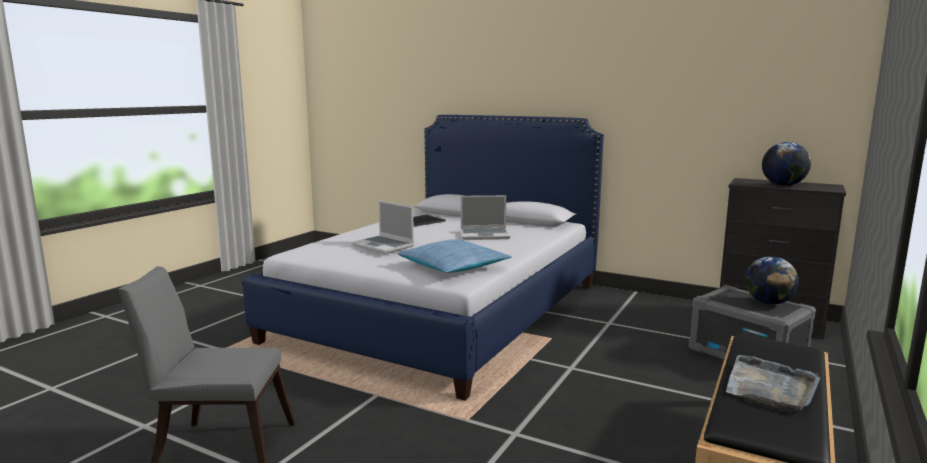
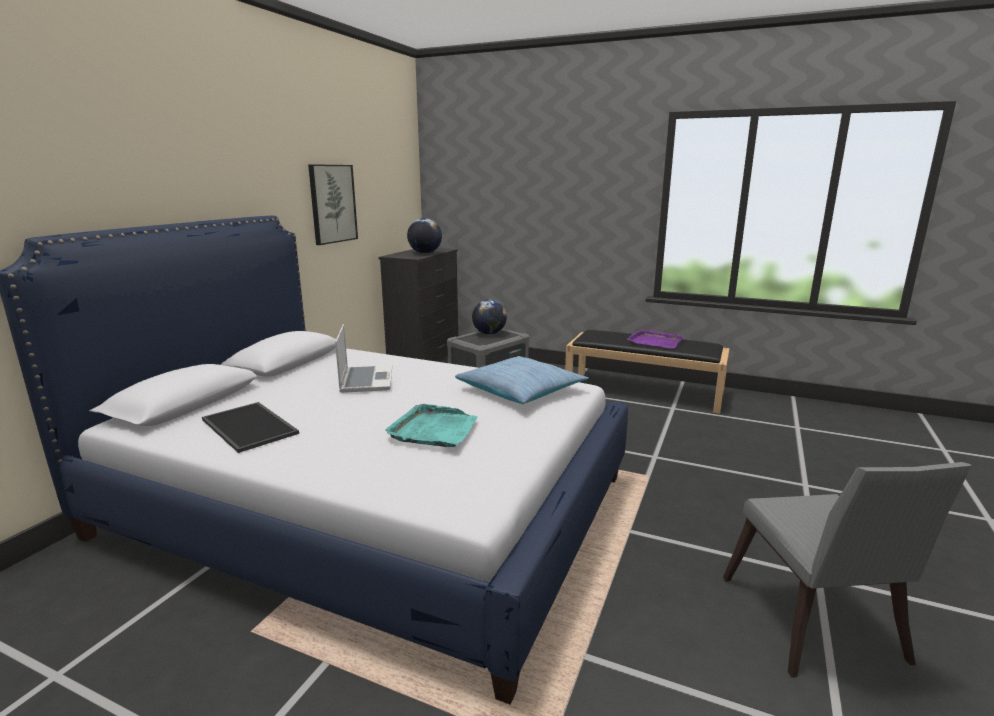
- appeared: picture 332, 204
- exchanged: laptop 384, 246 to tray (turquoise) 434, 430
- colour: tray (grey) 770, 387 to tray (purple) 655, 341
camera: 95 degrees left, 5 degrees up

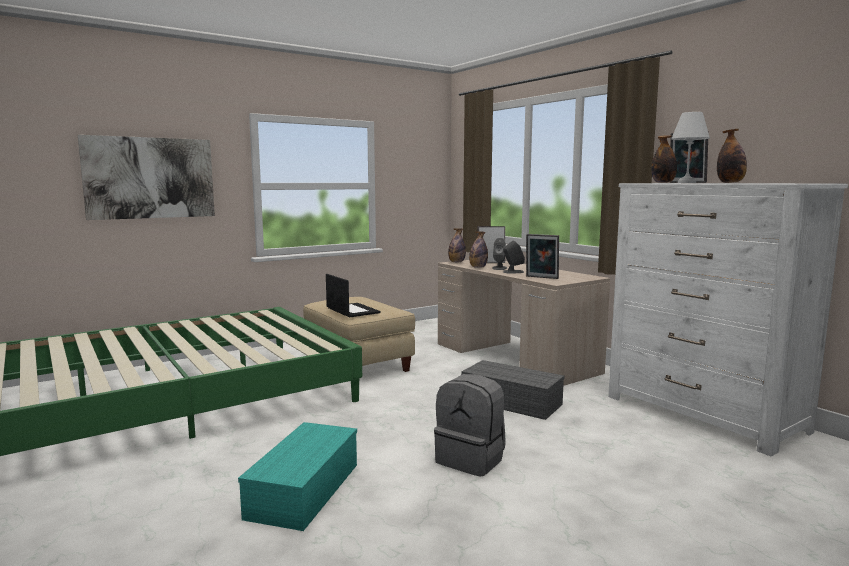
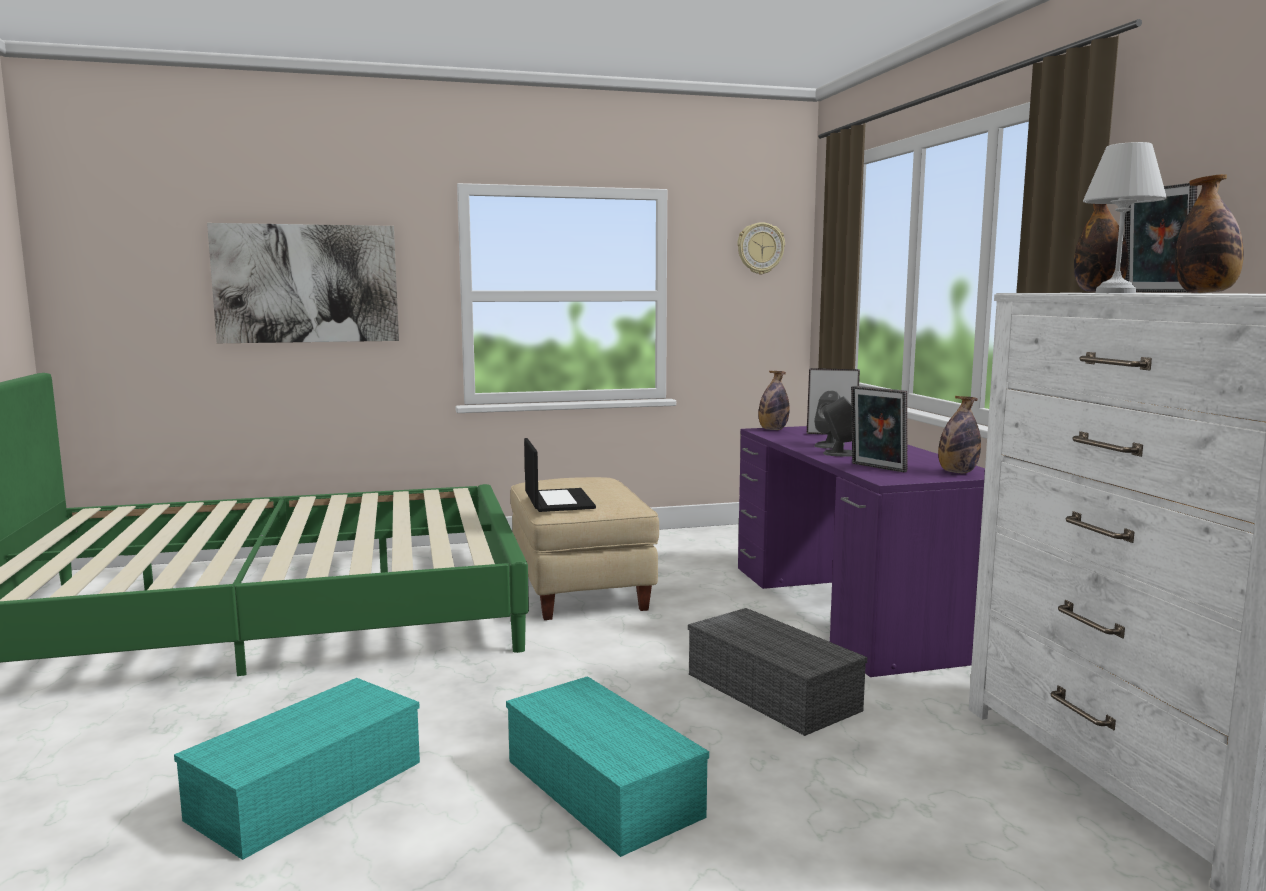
- appeared: wall clock 760, 248
- relocated: bottle 478, 267 to 957, 472
- exchanged: backpack (grey) 471, 459 to storage box (turquoise) 606, 788
- colour: desk (beige) 514, 358 to desk (purple) 850, 609
camera: 20 degrees right, 0 degrees up

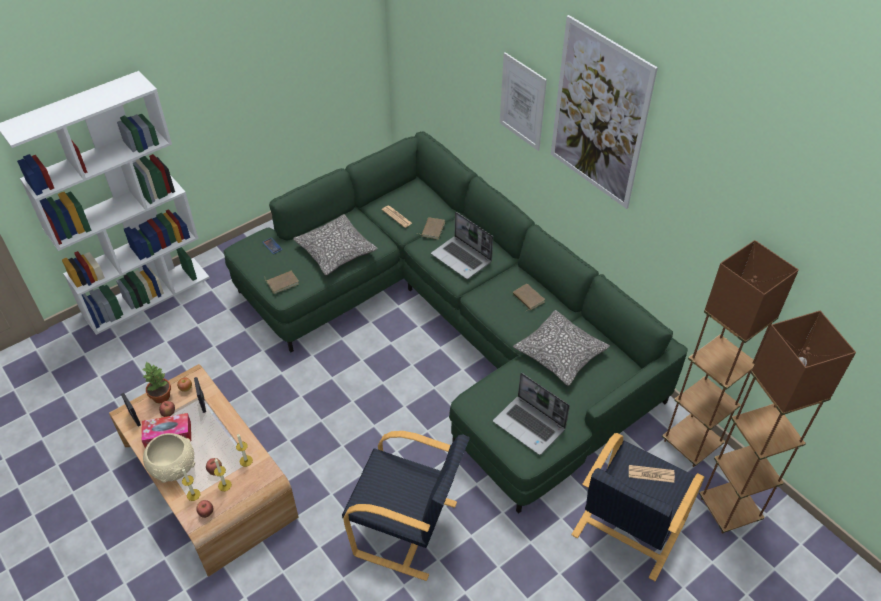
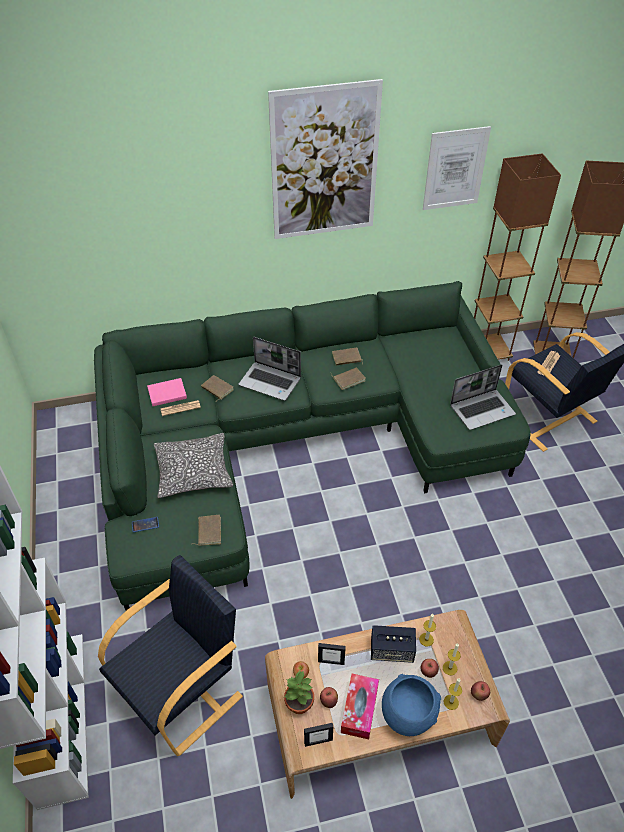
- missing: pillow 560, 354
- appeared: book (pink) 166, 393
- appeared: book (brown) 348, 379
- appeared: speaker 391, 650
- relocated: armchair (black) 408, 530 to 182, 690
- relocated: picture 522, 102 to 455, 169
- colour: bowl (beige) 174, 467 to bowl (blue) 408, 713
- spun: laptop 462, 258 = 271, 382 45 degrees clockwise
camera: 65 degrees left, 0 degrees up

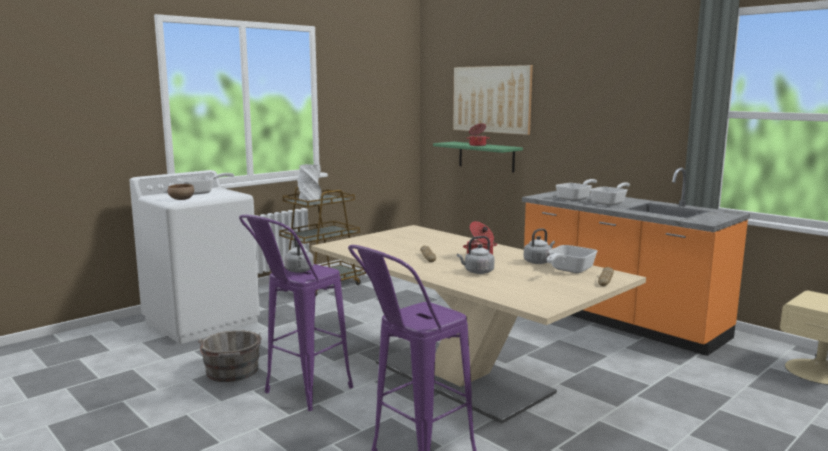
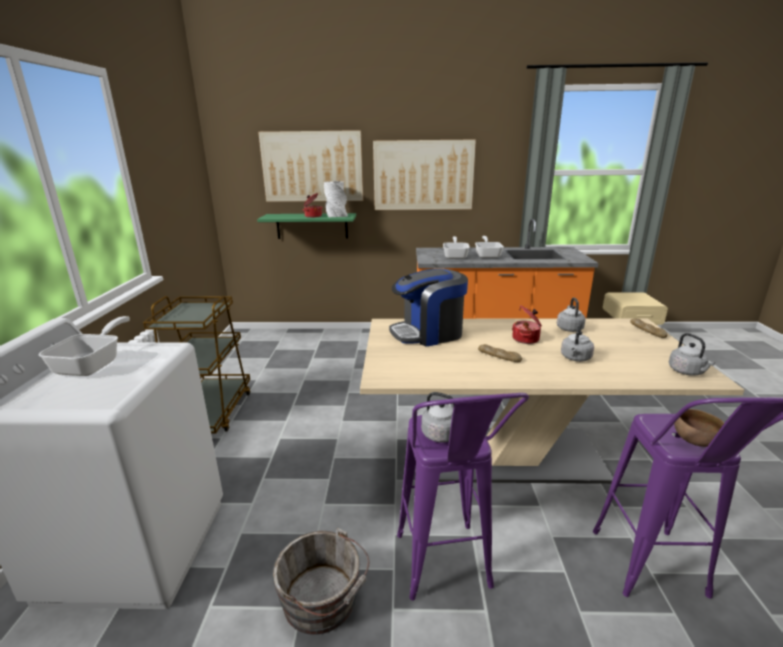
- missing: frying pan 568, 270
- appeared: picture 423, 175
- appeared: coffee machine 428, 333
- appeared: kettle (grey) 687, 372
- relocated: bowl (brown) 181, 199 to 696, 441
- relocated: vase (grey) 309, 200 to 336, 216
camera: 45 degrees left, 10 degrees up

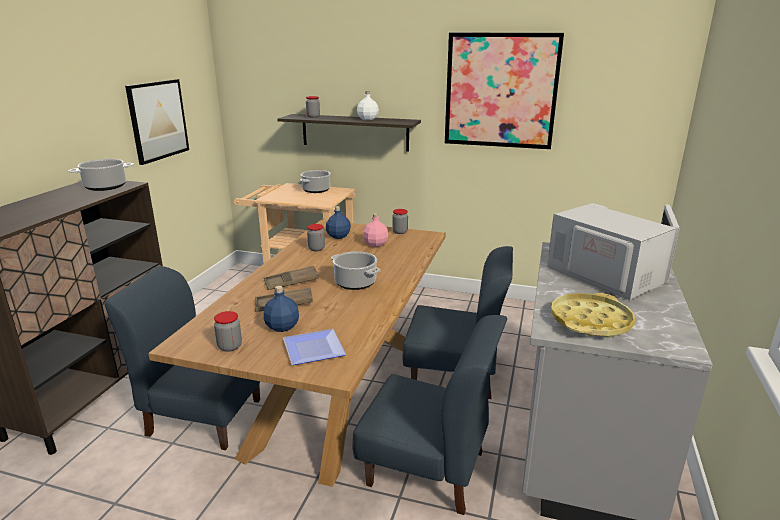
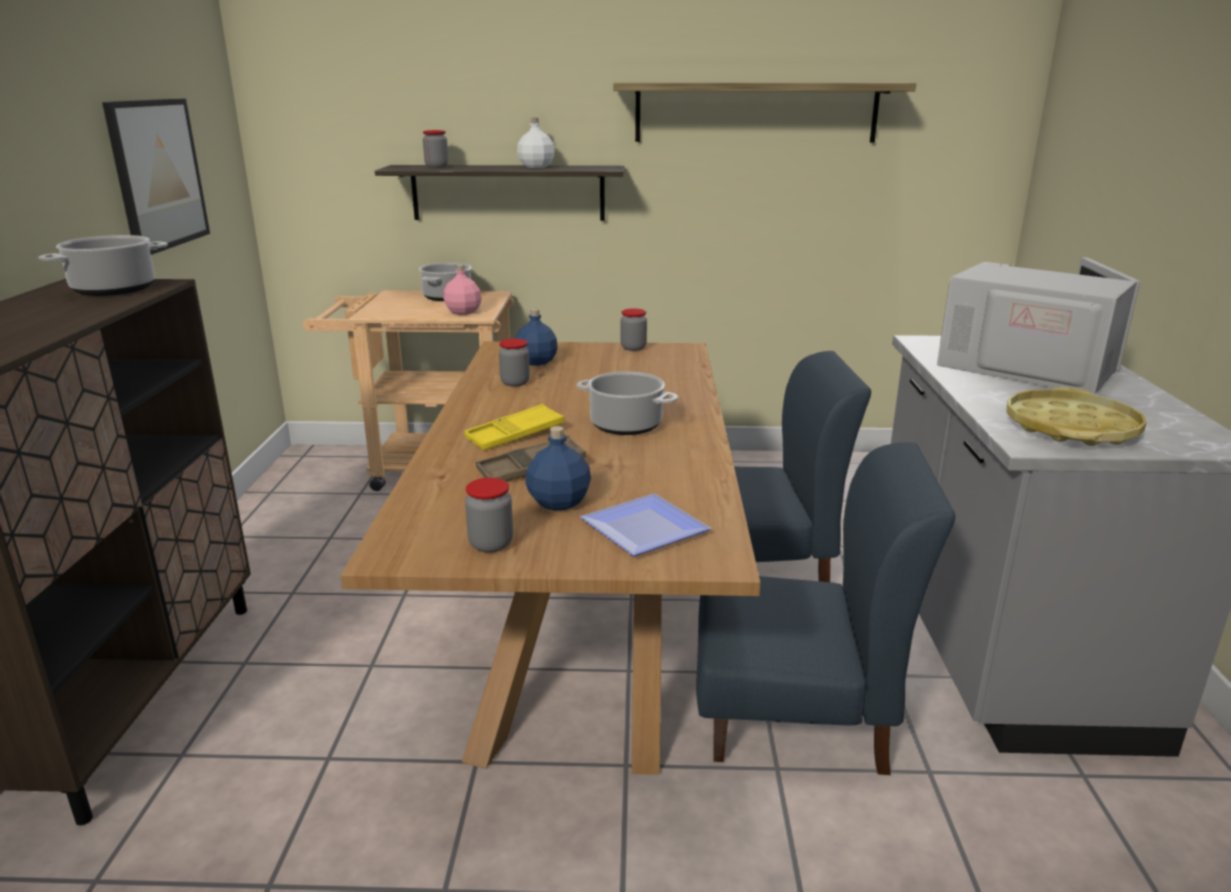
- missing: chair (blue) 204, 416
- relocated: bottle (pink) 375, 244 to 463, 312
- exchanged: picture 501, 91 to shelf 756, 112
- colour: tray (brown) 291, 282 to tray (yellow) 515, 434
camera: 15 degrees left, 0 degrees up

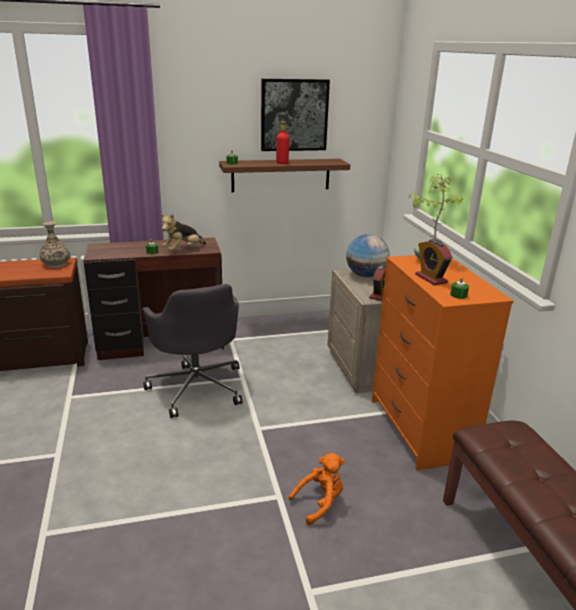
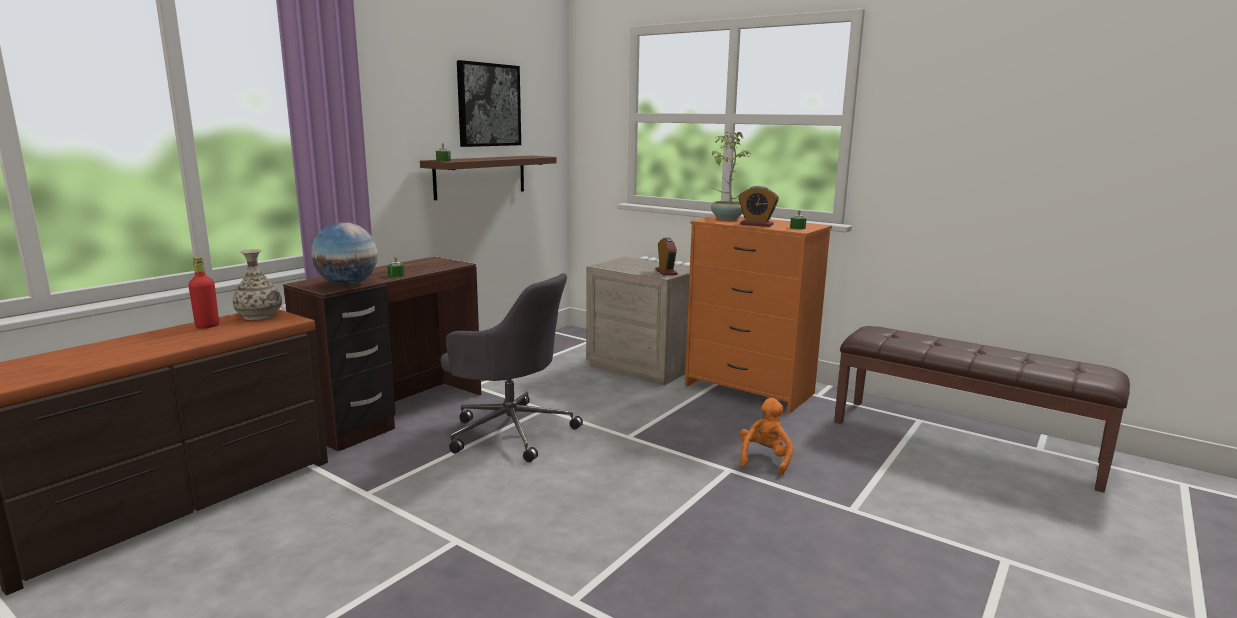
- missing: plush toy 183, 250
- relocated: bottle (red) 282, 163 to 207, 326
- relocated: globe 365, 275 to 347, 284
camera: 40 degrees left, 10 degrees down

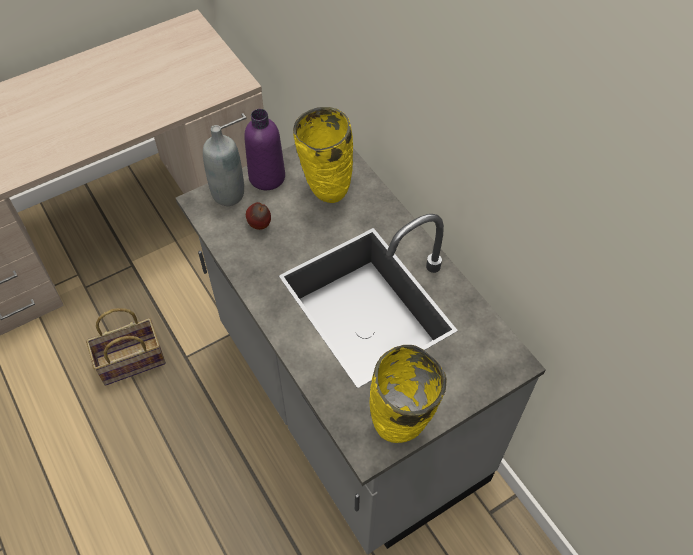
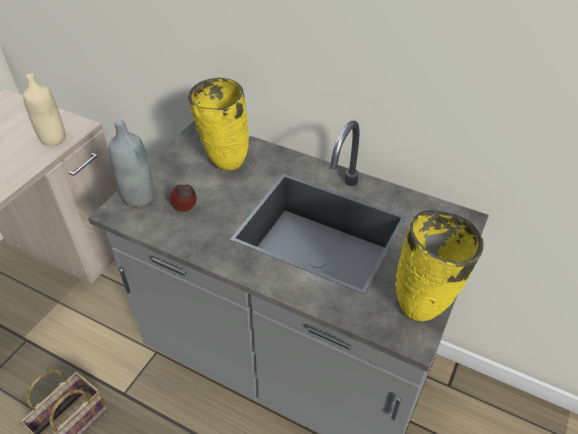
- missing: bottle (purple) 267, 177
- appeared: bottle (beige) 53, 139
camera: 30 degrees left, 10 degrees down

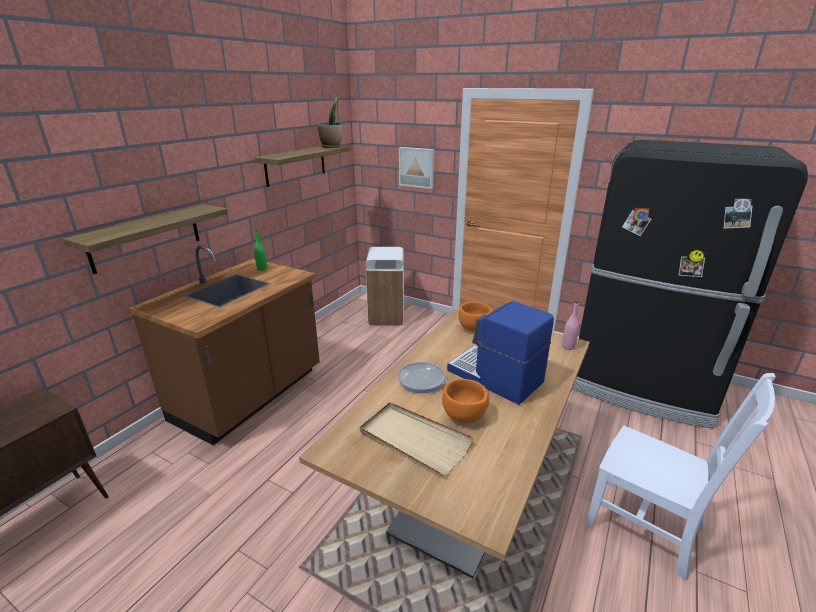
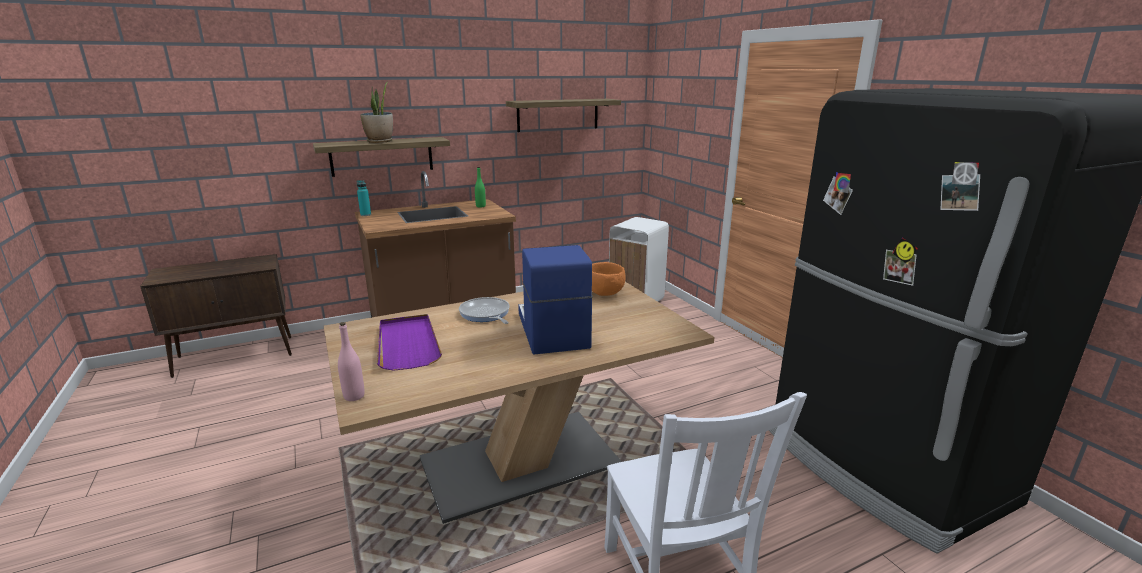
- missing: picture 417, 167
- missing: bowl (orange) 464, 416
- appeared: bottle (turquoise) 365, 215
- relocated: potted plant 331, 147 to 380, 141
- relocated: bottle (pink) 568, 347 to 354, 396
- colour: tray (beige) 414, 440 to tray (purple) 407, 344
camera: 35 degrees right, 5 degrees down

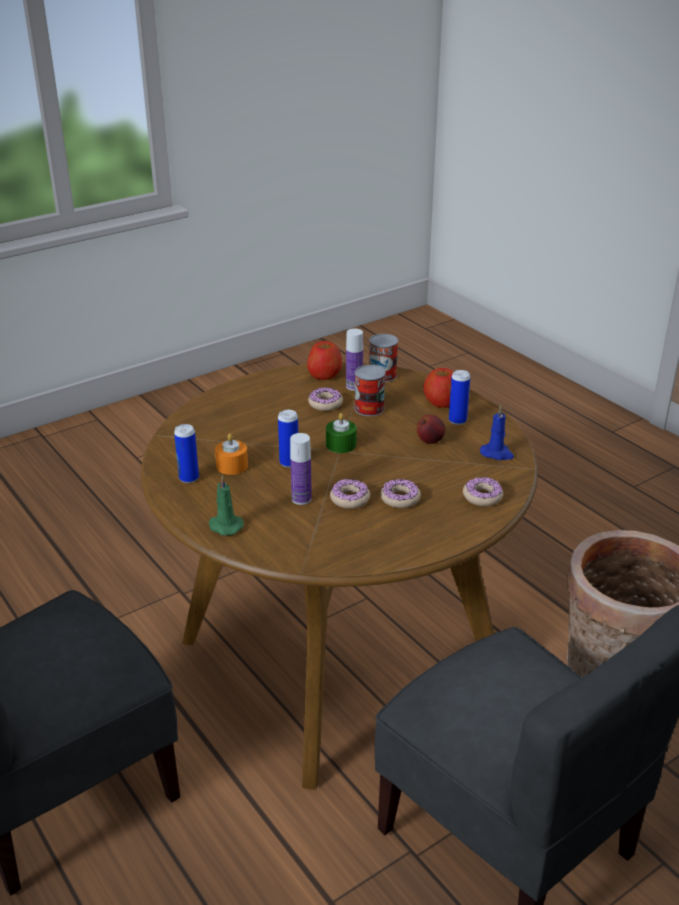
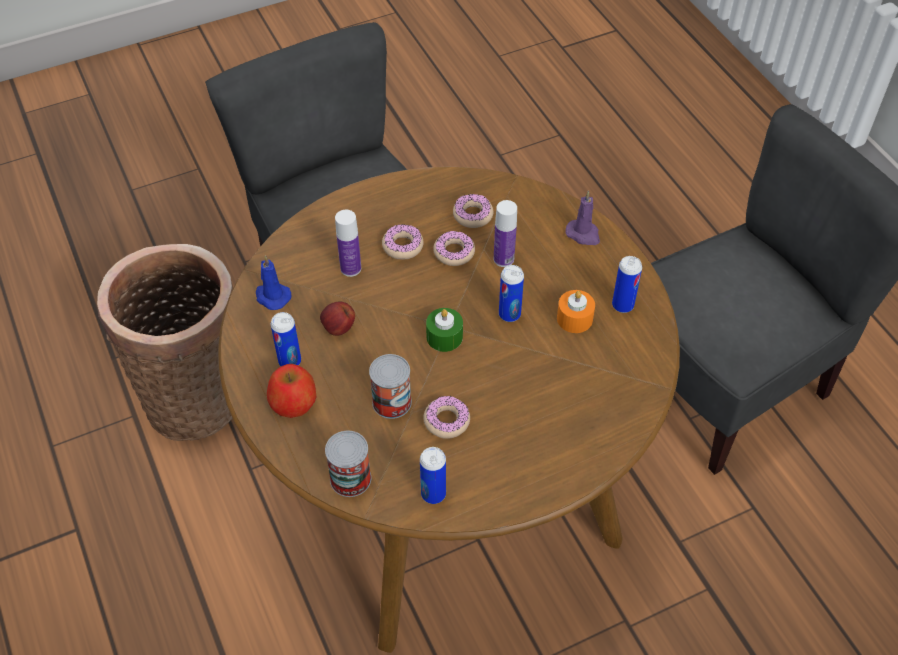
- relocated: bottle 354, 386 to 350, 268
- relocated: donut 482, 496 to 473, 215
- exchanged: apple 324, 374 to can 433, 494
- colour: candle (green) 224, 526 to candle (purple) 583, 234
camera: 170 degrees left, 20 degrees up

